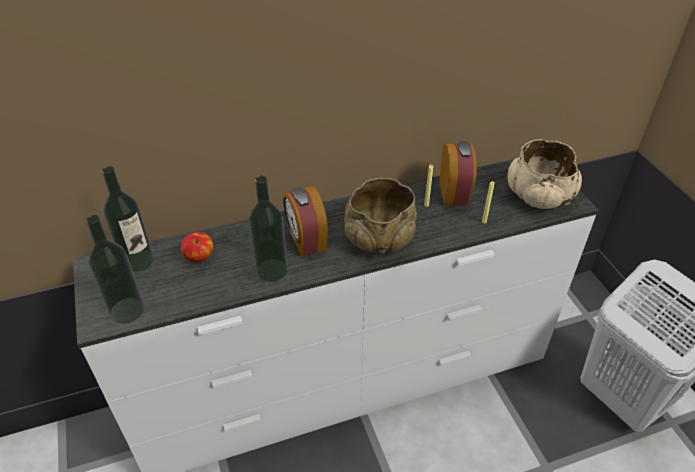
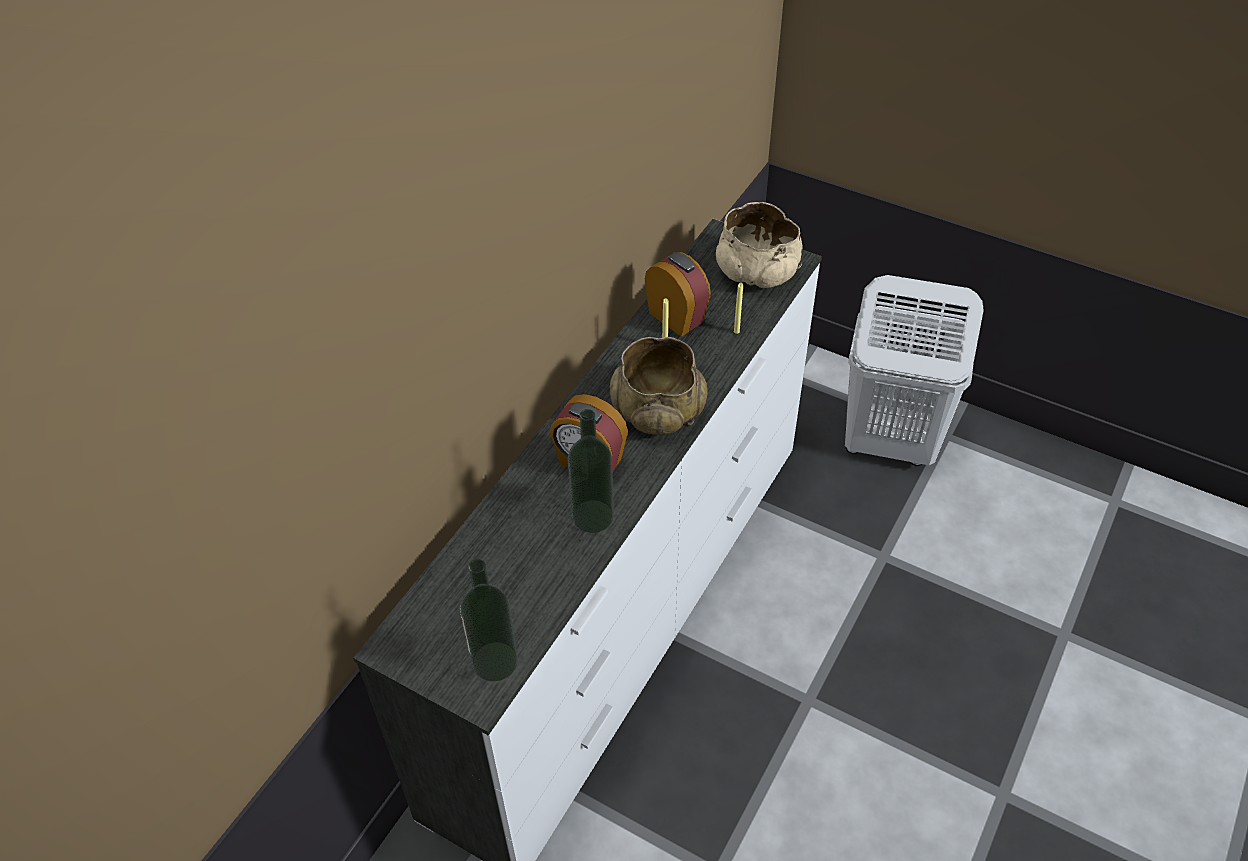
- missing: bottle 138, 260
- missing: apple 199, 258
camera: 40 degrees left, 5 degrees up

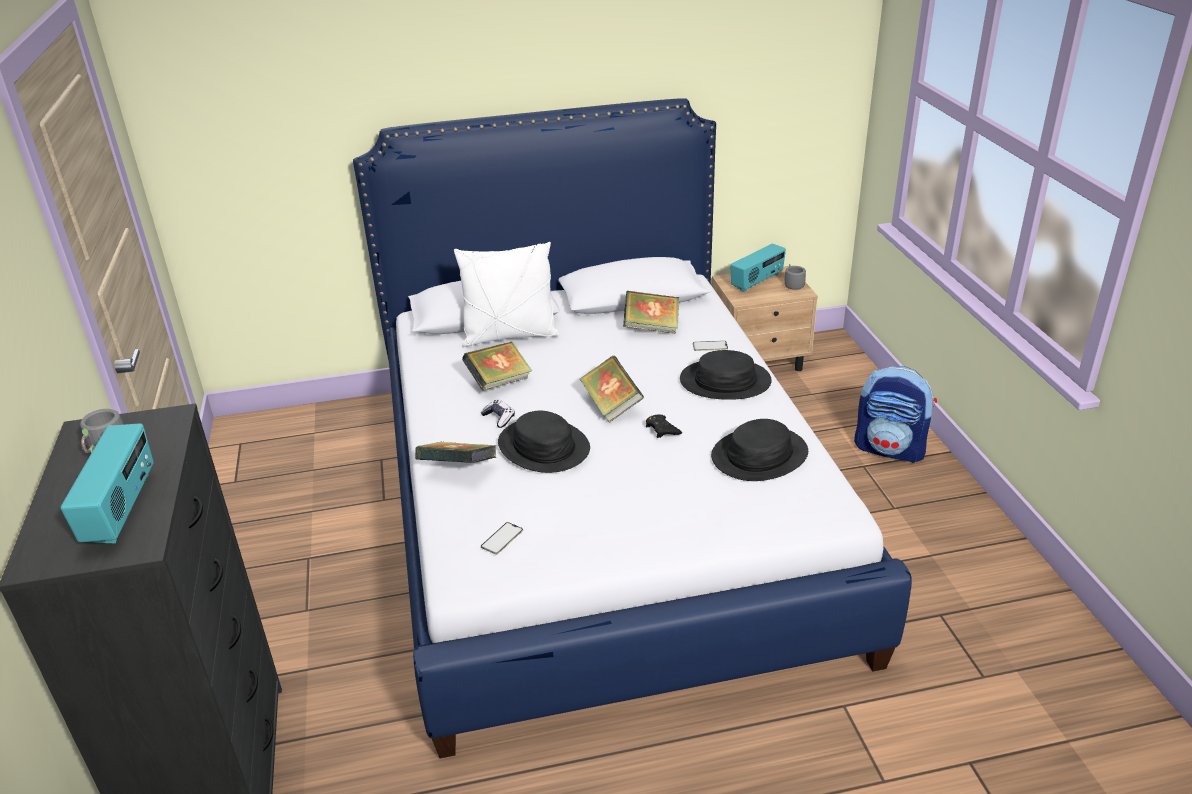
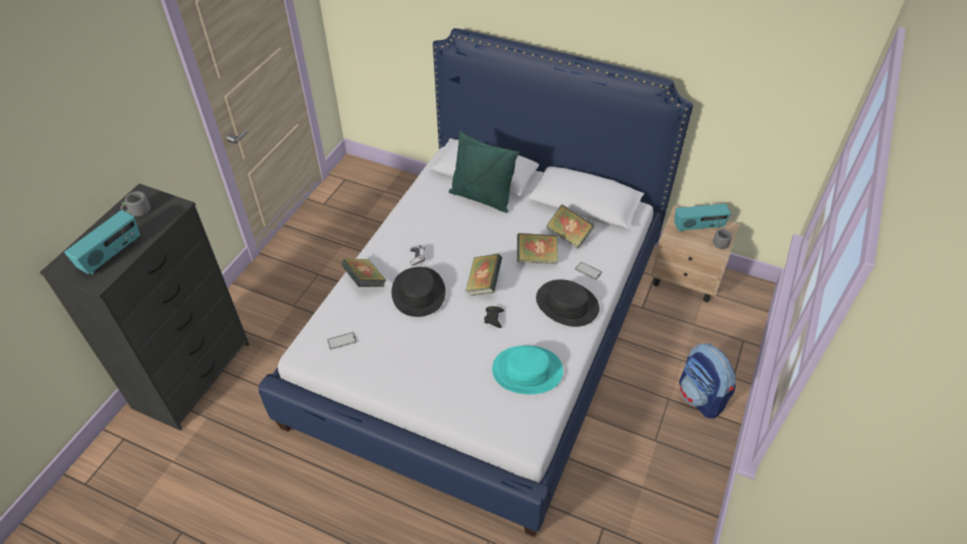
- relocated: book 499, 382 to 536, 258
- colour: pillow (white) 510, 336 to pillow (green) 481, 198
- colour: hat (black) 759, 455 to hat (turquoise) 527, 371
camera: 35 degrees right, 15 degrees up

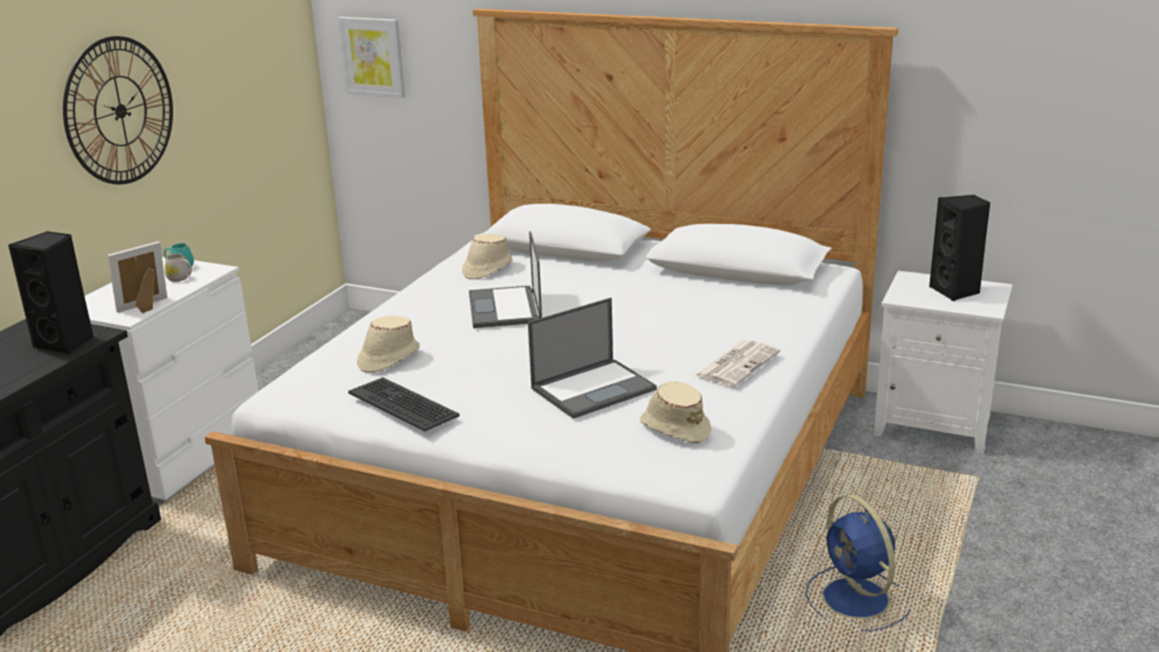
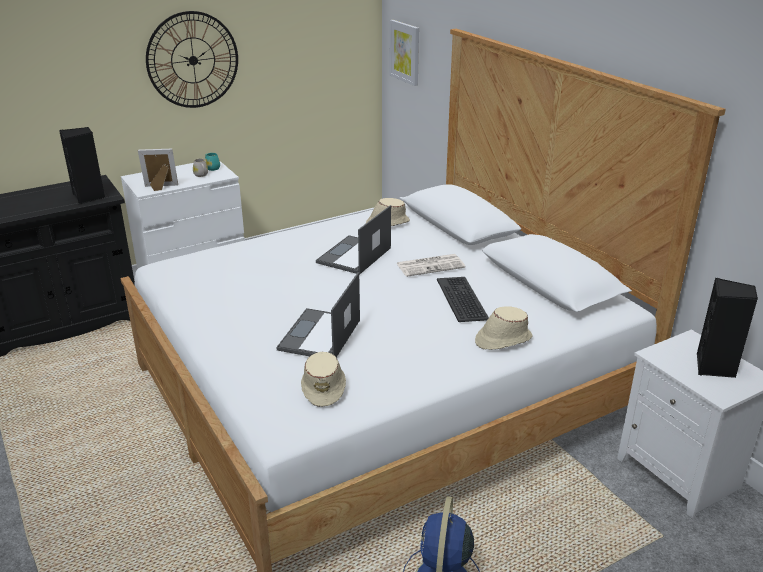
- relocated: keyboard 404, 404 to 462, 299
- relocated: hat (beige) 388, 358 to 502, 339
- relocated: newspaper 737, 364 to 431, 265
- spun: laptop 594, 388 = 319, 335 105 degrees clockwise
camera: 35 degrees right, 5 degrees up

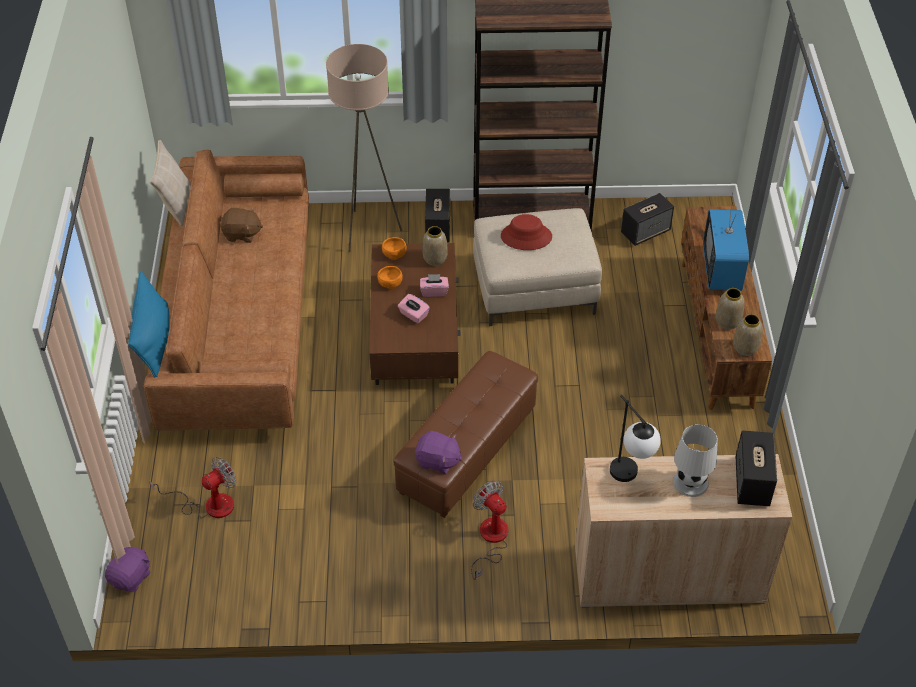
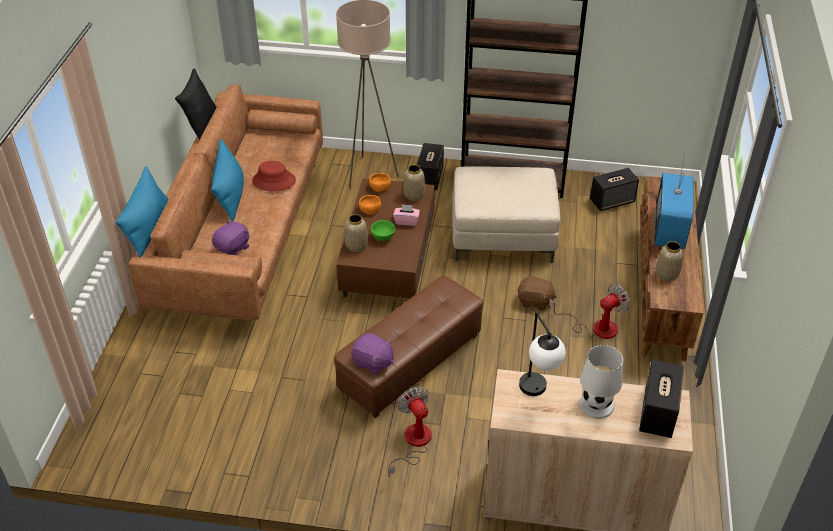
- appeared: pillow (blue) 230, 195
- relocated: plush toy (purple) 131, 577 to 233, 248
- relocated: fan 209, 504 to 595, 327
- relocated: plush toy (brown) 242, 234 to 535, 301
- relocated: hat (red) 526, 237 to 273, 181
- relocated: vase 745, 348 to 356, 246
- exchanged: tissue box (pink) 413, 315 to bowl (green) 383, 238
- colour: pillow (beige) 175, 205 to pillow (black) 202, 126
camera: 10 degrees right, 5 degrees down

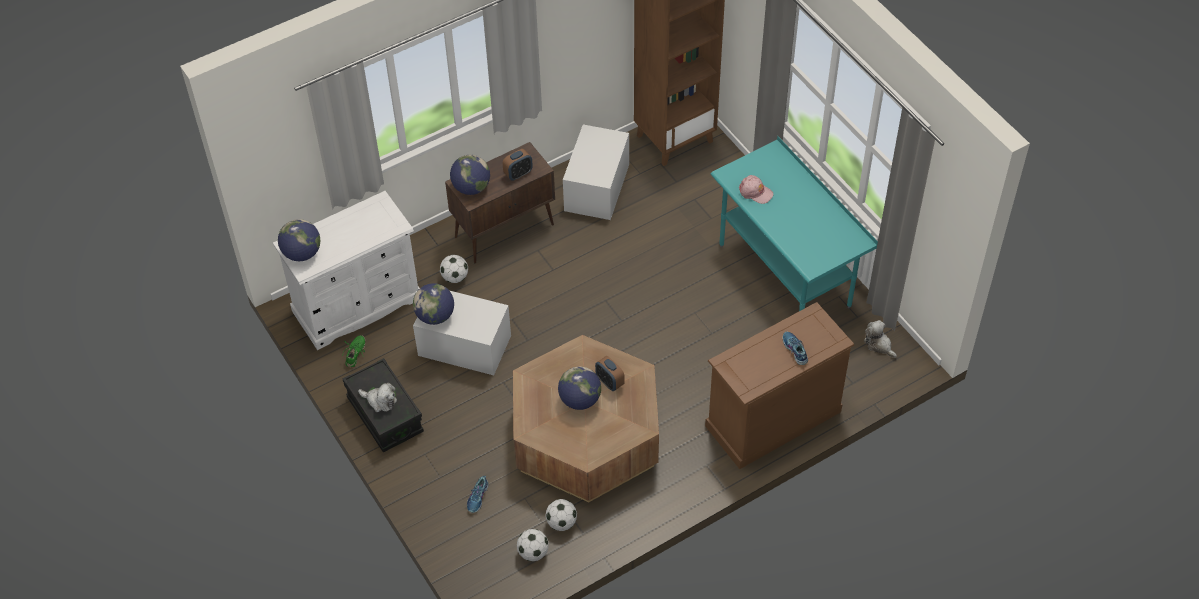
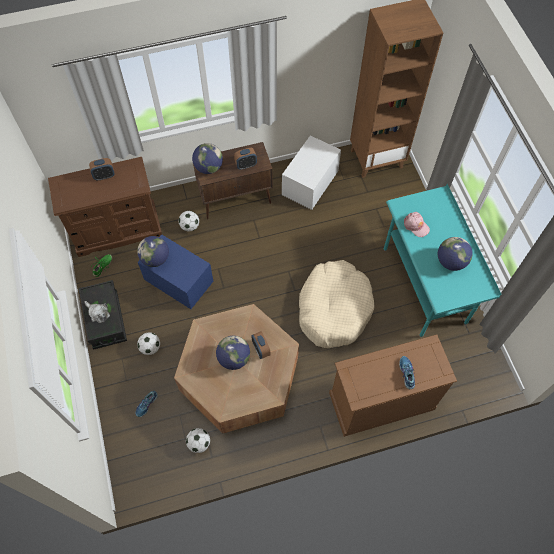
- missing: plush toy 879, 344
- appeared: alarm clock 104, 176
- appeared: dog bed (beige) 334, 308
- relocated: globe 302, 253 to 451, 262
- relocated: football 533, 553 to 150, 347
- colour: dresser (white) 357, 305 to dresser (brown) 117, 230
- colour: storage box (white) 464, 345 to storage box (blue) 178, 280
camera: 15 degrees right, 10 degrees up

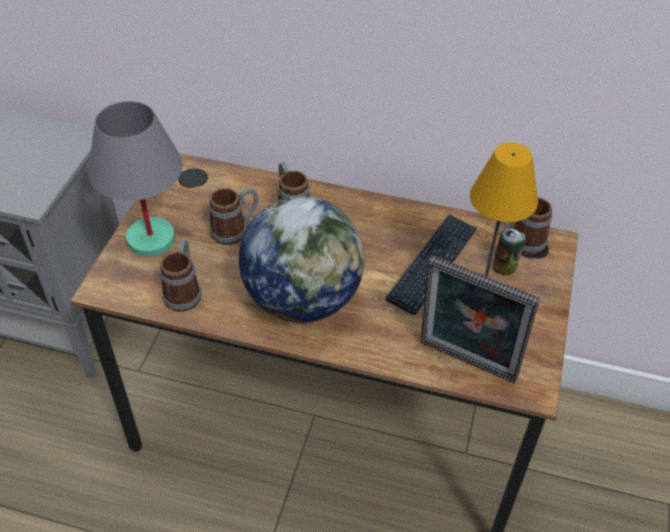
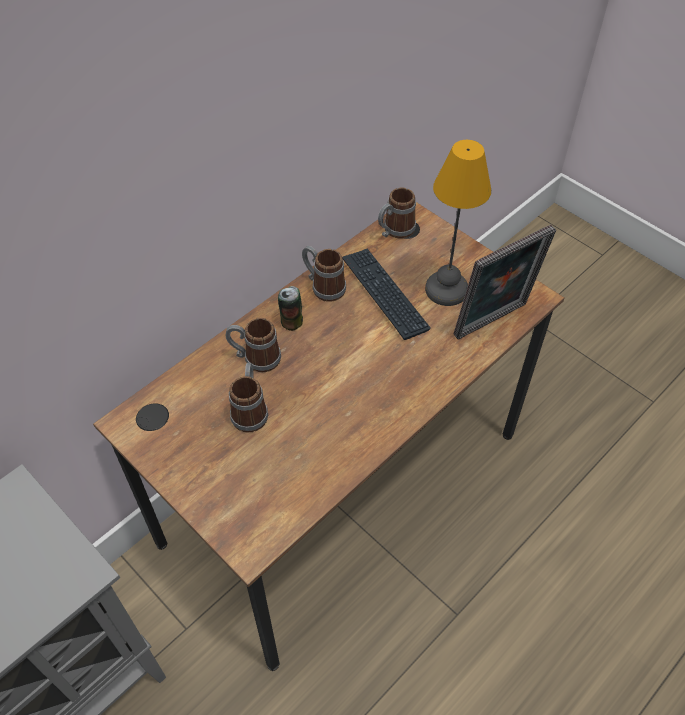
- missing: table lamp (grey) 150, 238
- missing: globe 303, 299
- relocated: mug 184, 291 to 323, 286
- relocated: can 505, 267 to 291, 321
camera: 60 degrees left, 5 degrees up

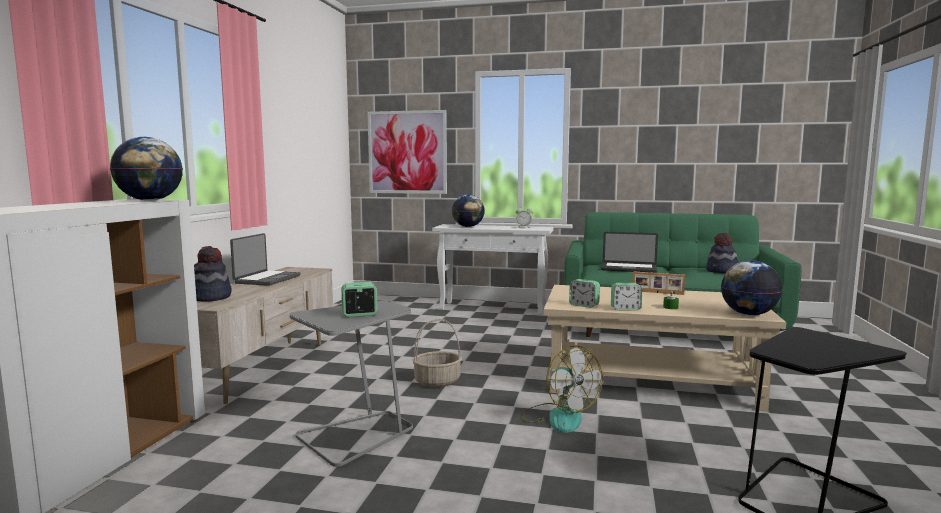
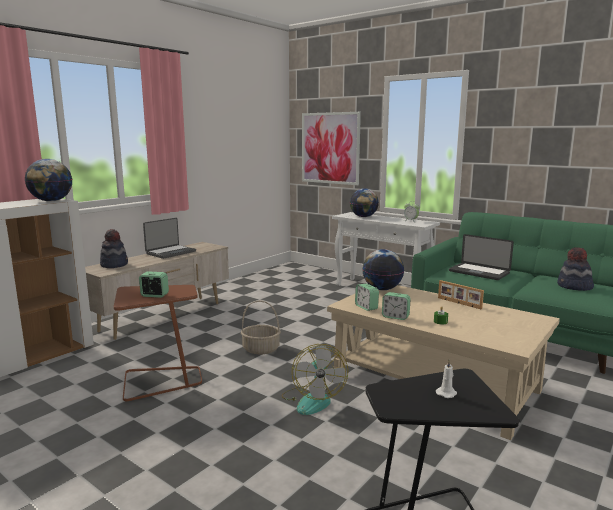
- appeared: candle (white) 446, 393
- relocated: globe 748, 314 to 382, 289
- colour: side table (grey) 356, 436 to side table (brown) 160, 381
camera: 25 degrees right, 5 degrees up

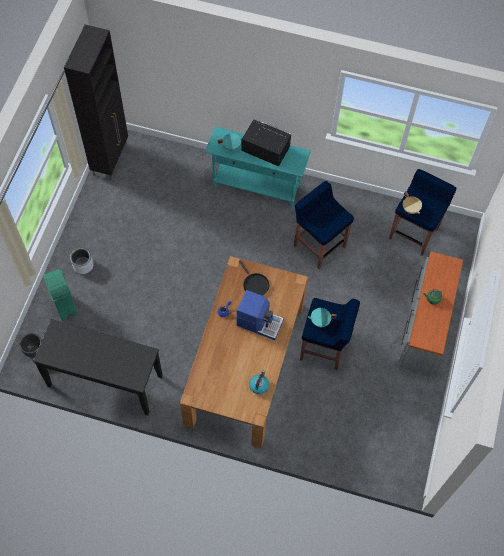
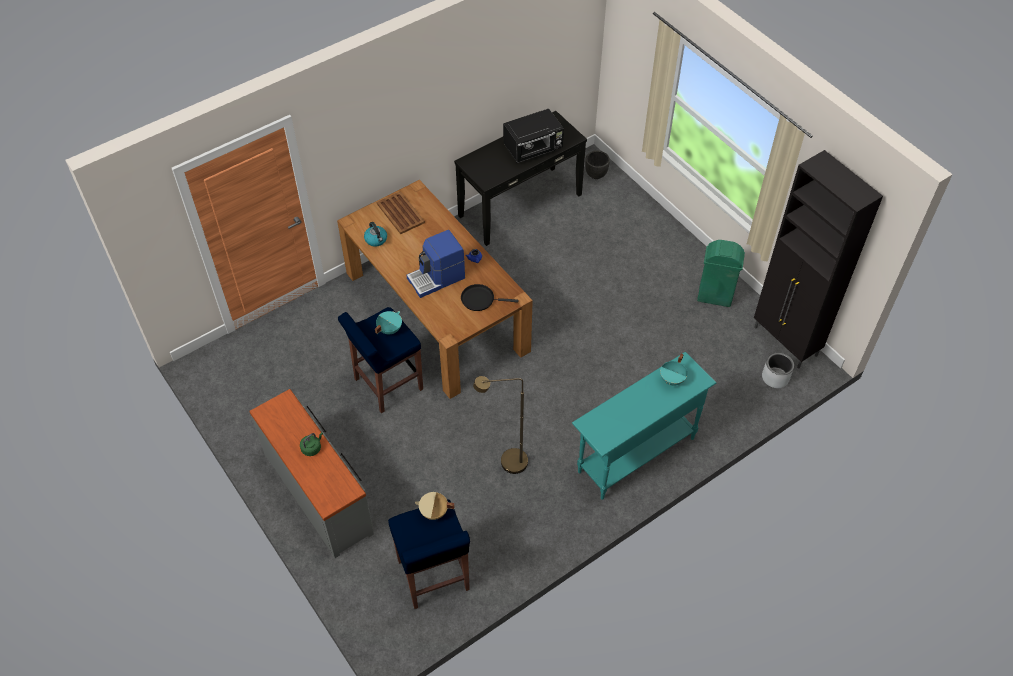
- appeared: tray (brown) 400, 213
- relocated: trash can (green) 65, 307 to 714, 296
- relocated: planter (grey) 83, 265 to 775, 377
- relocated: microwave (black) 265, 150 to 533, 149
- exchanged: stool (blue) 319, 245 to floor lamp (brown) 506, 463
camera: 130 degrees right, 10 degrees down

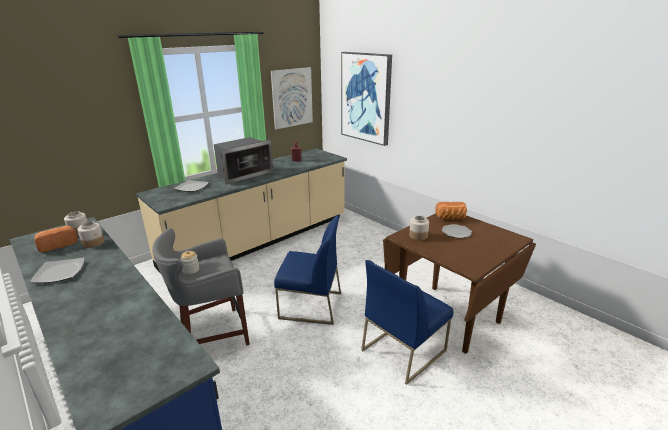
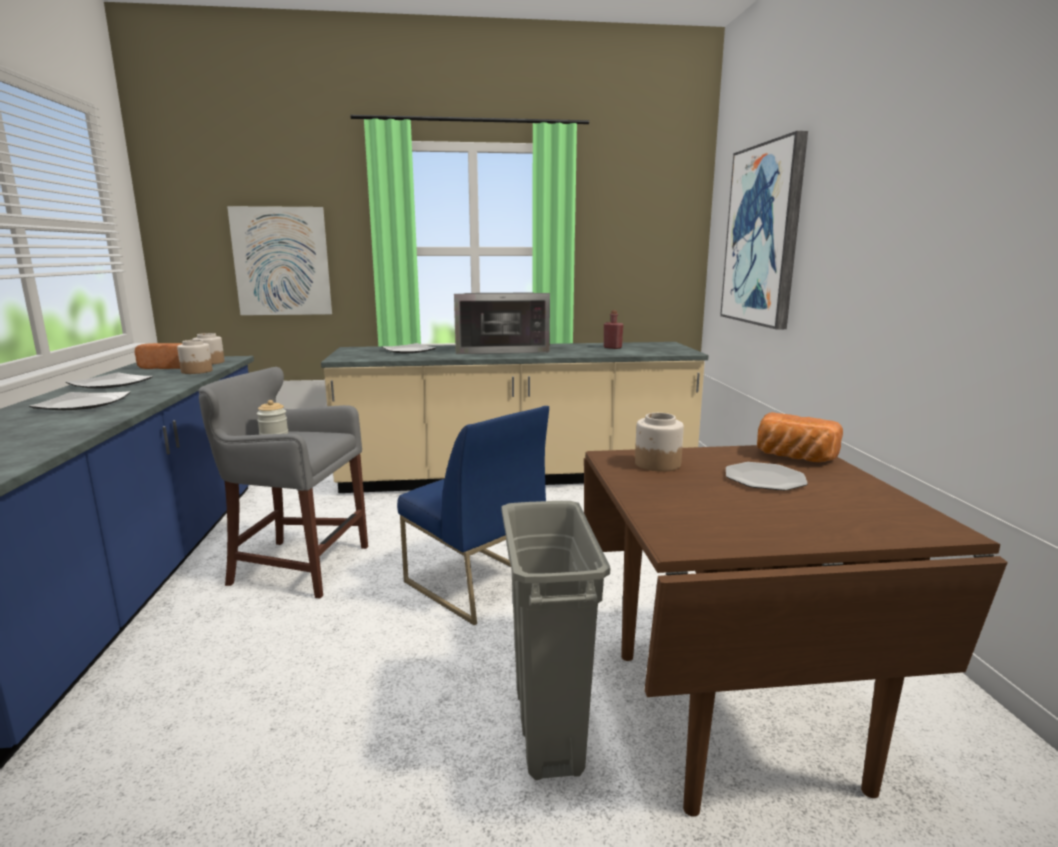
- appeared: plate 83, 404
- relocated: picture 292, 98 to 281, 261
- exchanged: chair (blue) 403, 350 to trash can (grey) 547, 729
camera: 35 degrees right, 10 degrees down

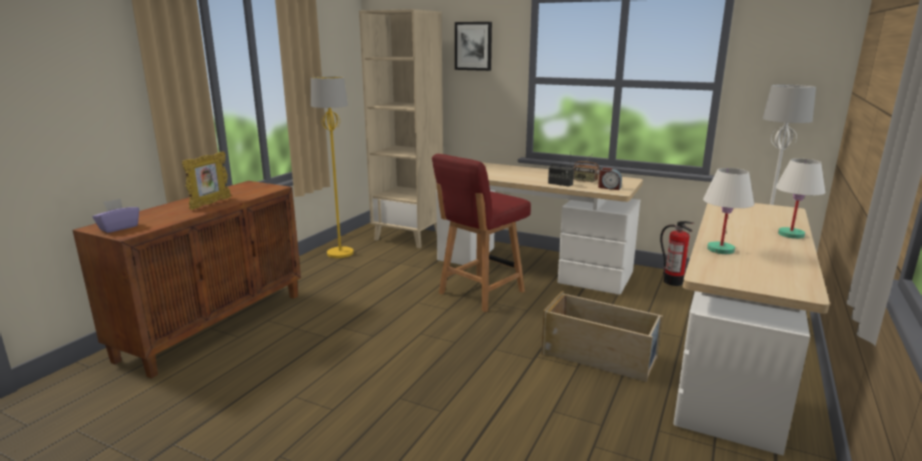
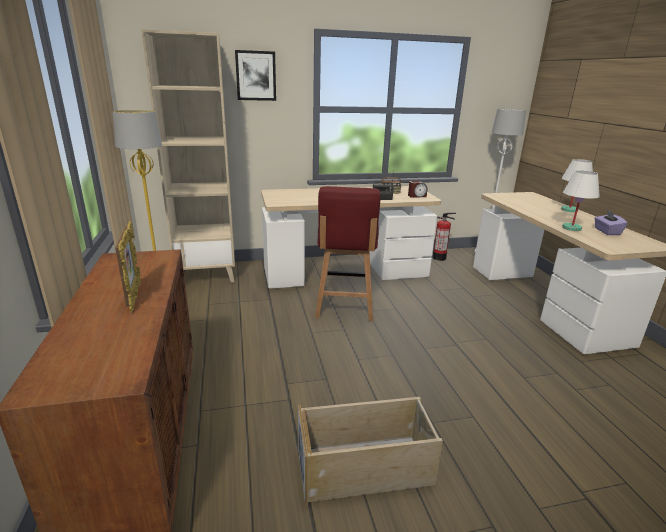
- relocated: tissue box (purple) 118, 228 to 606, 231
- relocated: storage box (beige) 600, 356 to 365, 468
camera: 40 degrees left, 5 degrees up

